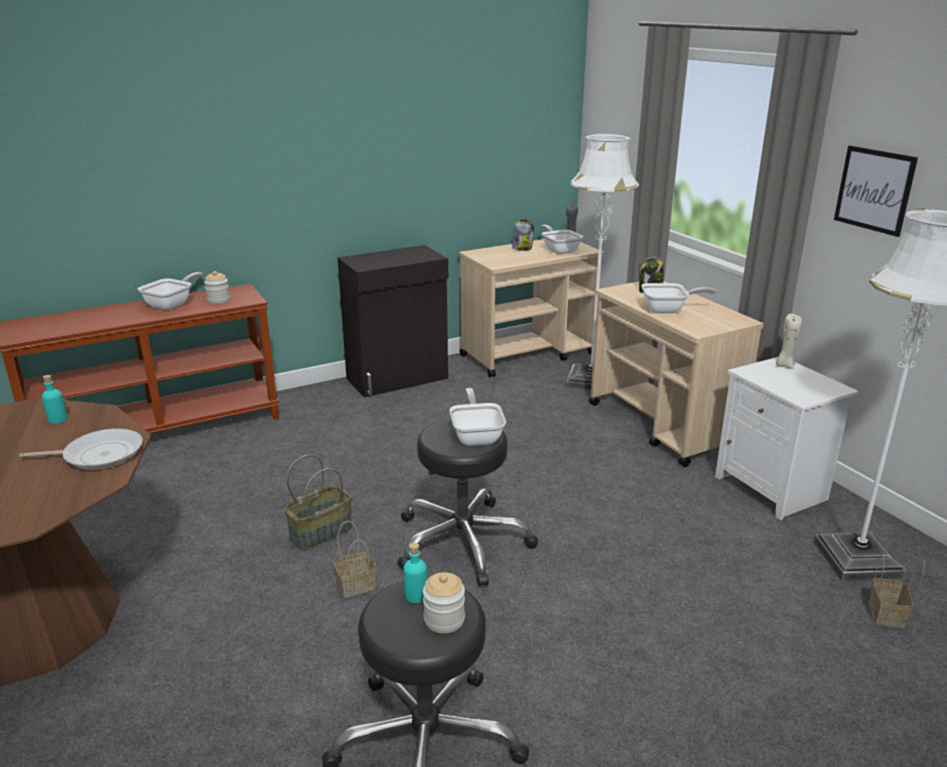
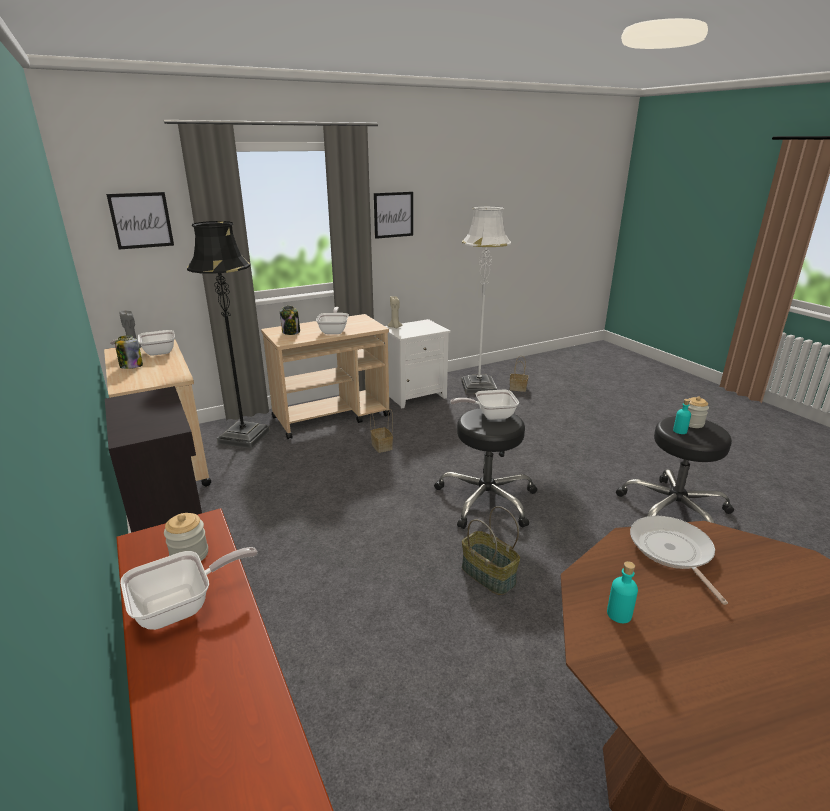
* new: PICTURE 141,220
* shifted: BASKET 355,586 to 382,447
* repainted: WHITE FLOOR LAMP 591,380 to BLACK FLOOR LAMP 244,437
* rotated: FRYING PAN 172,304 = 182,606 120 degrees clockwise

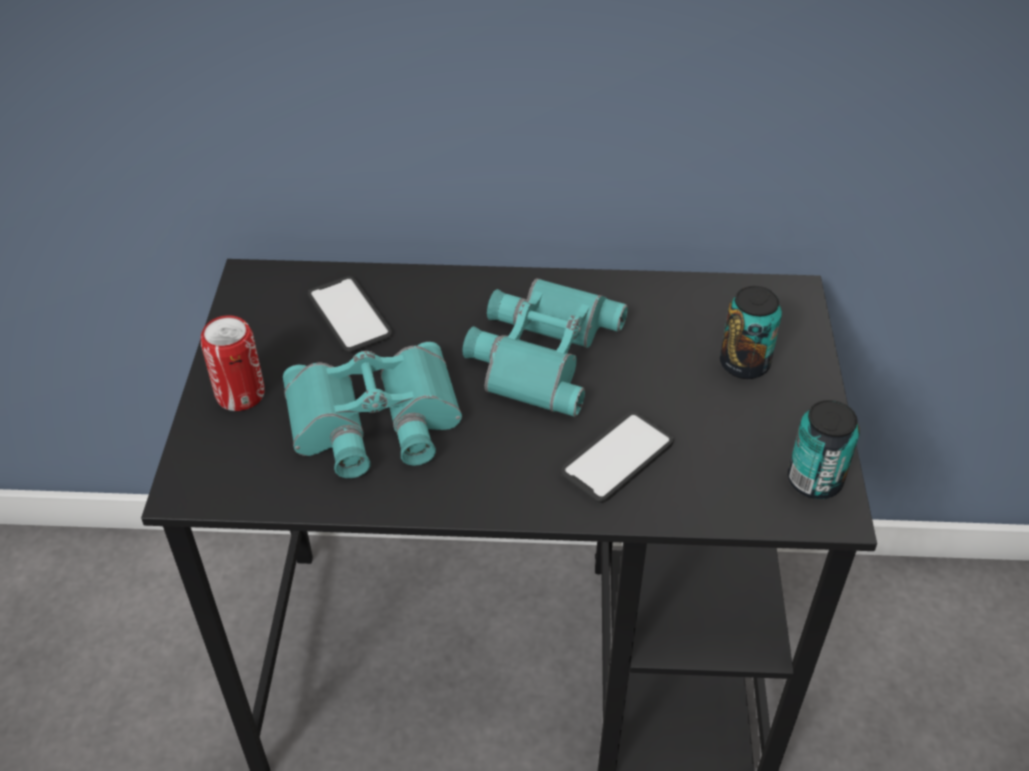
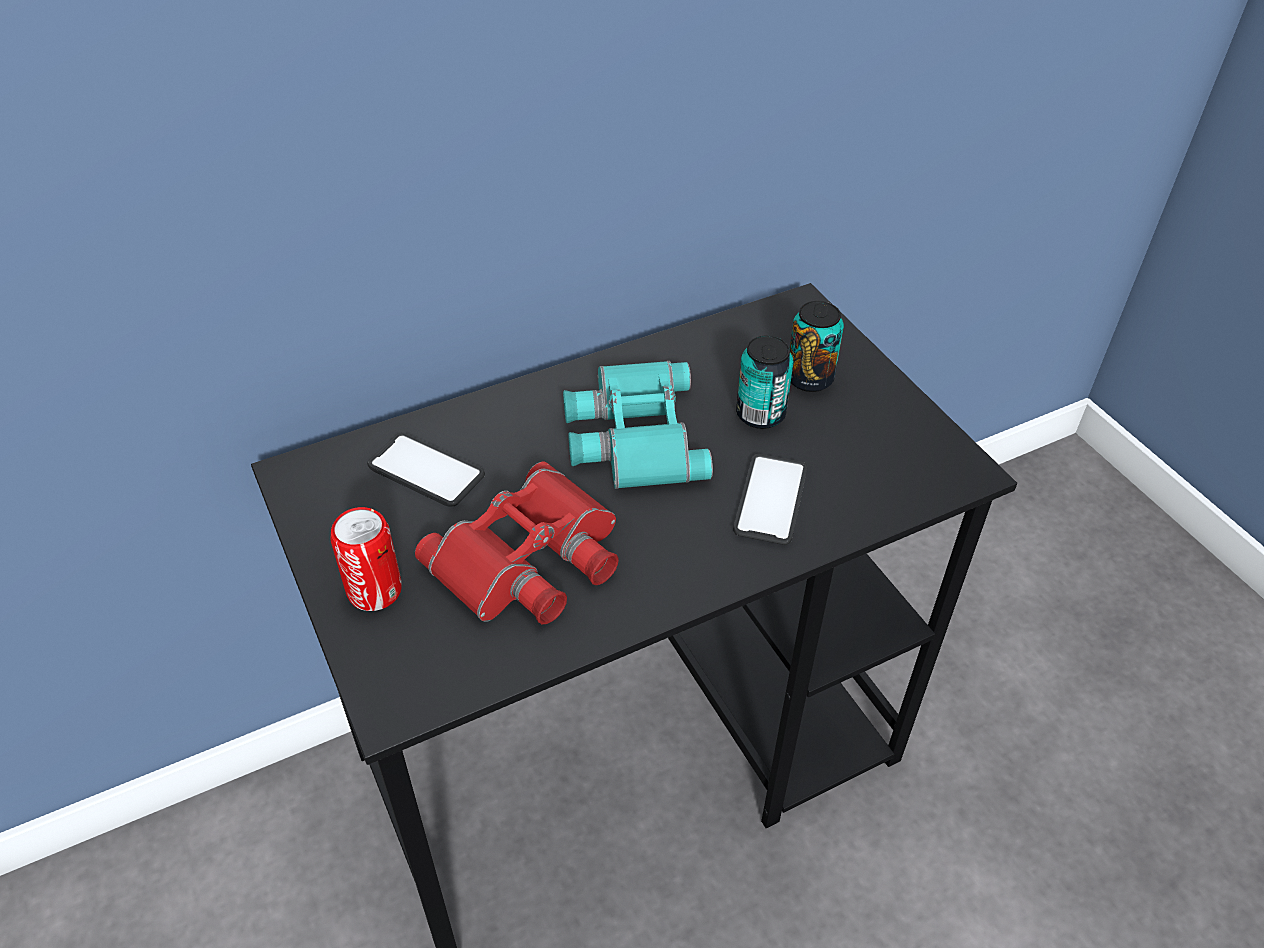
* shifted: CAN 814,480 to 760,414
* repainted: TURQUOISE BINOCULARS 374,422 to RED BINOCULARS 531,561

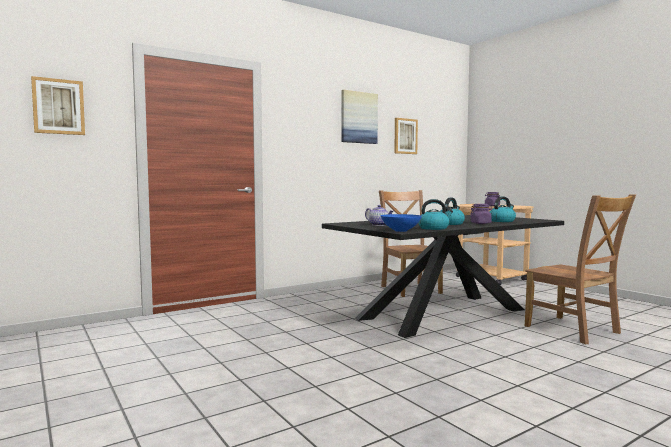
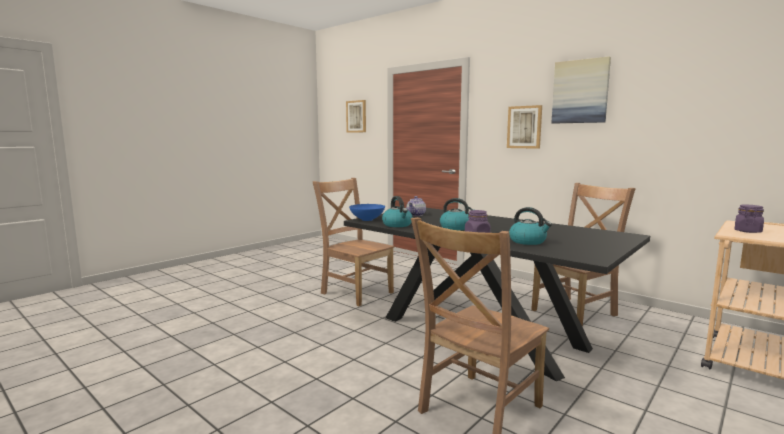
* new: BROWN CHAIR 355,292
* shifted: PICTURE 405,136 to 524,127

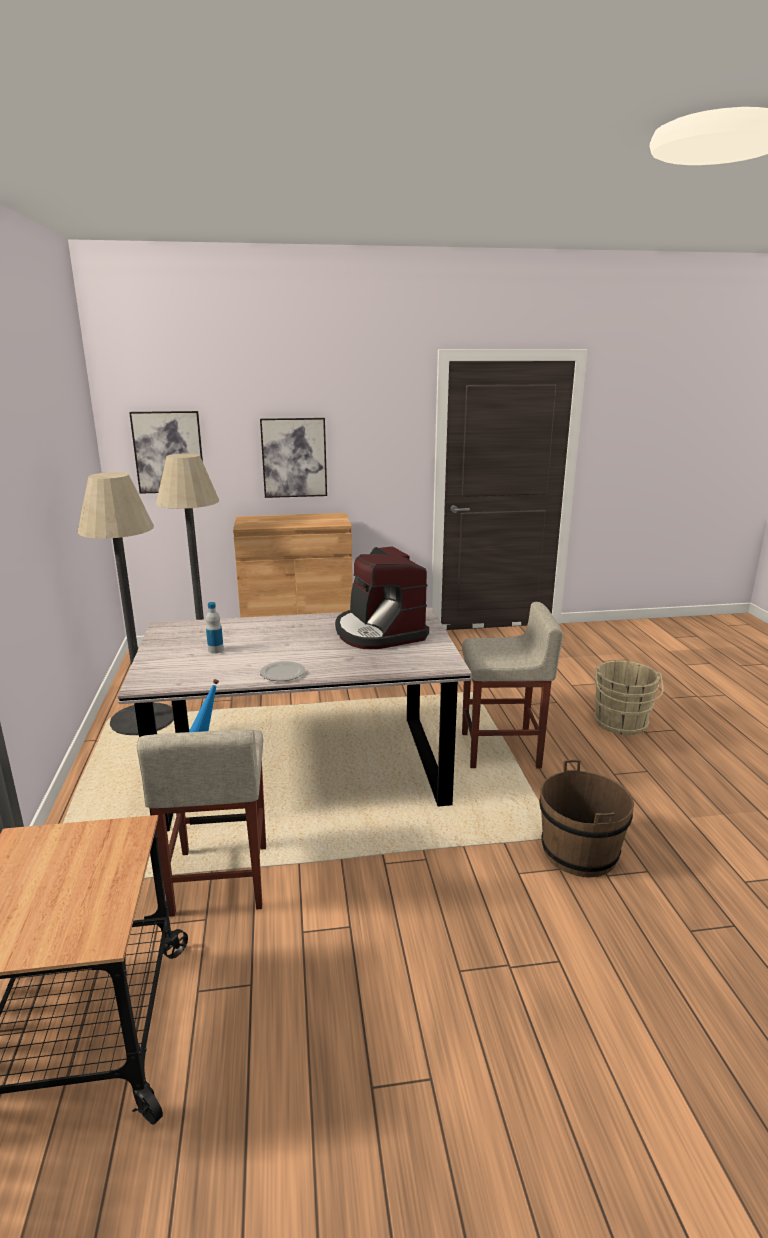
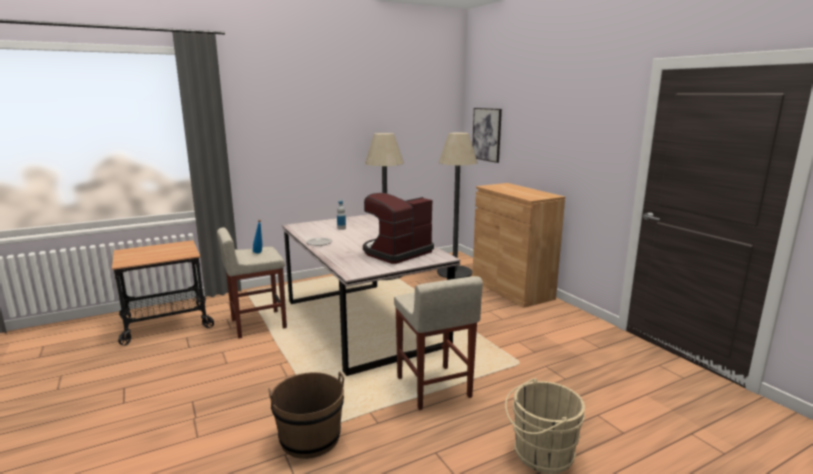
* gone: PICTURE 294,457

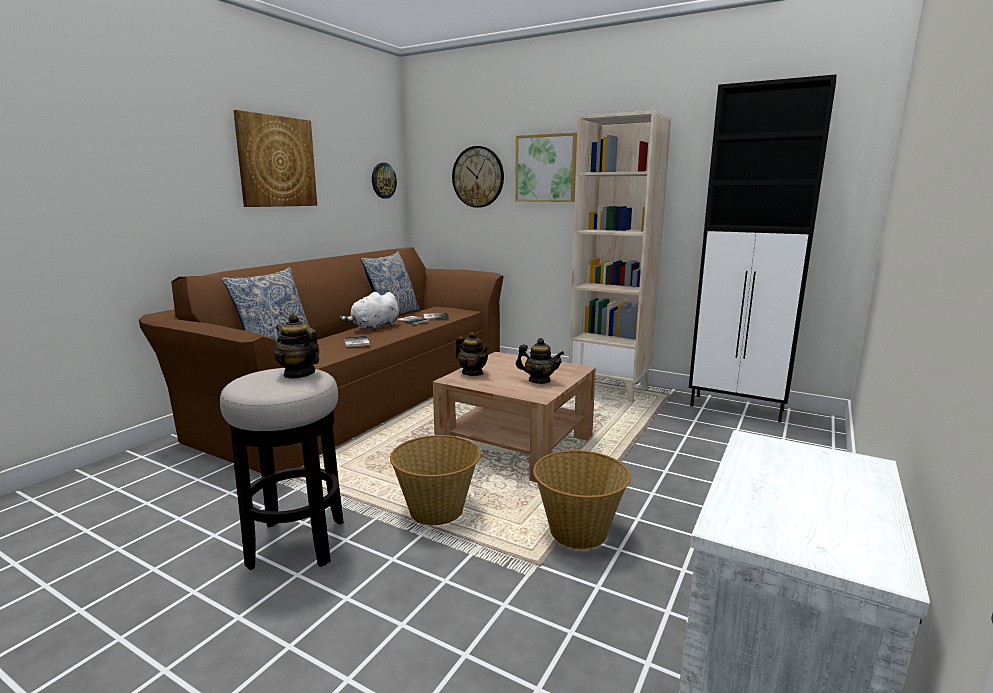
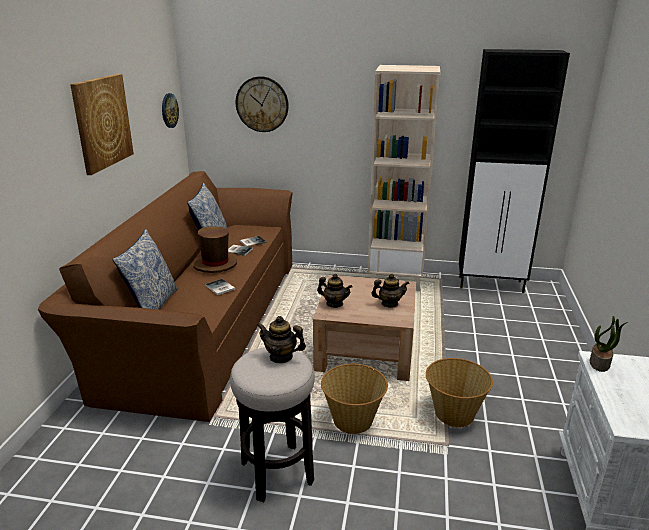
* gone: PICTURE 546,168
* new: POTTED PLANT 600,363
* swapped: WHITE PLUSH TOY 374,327 to BROWN HAT 215,265

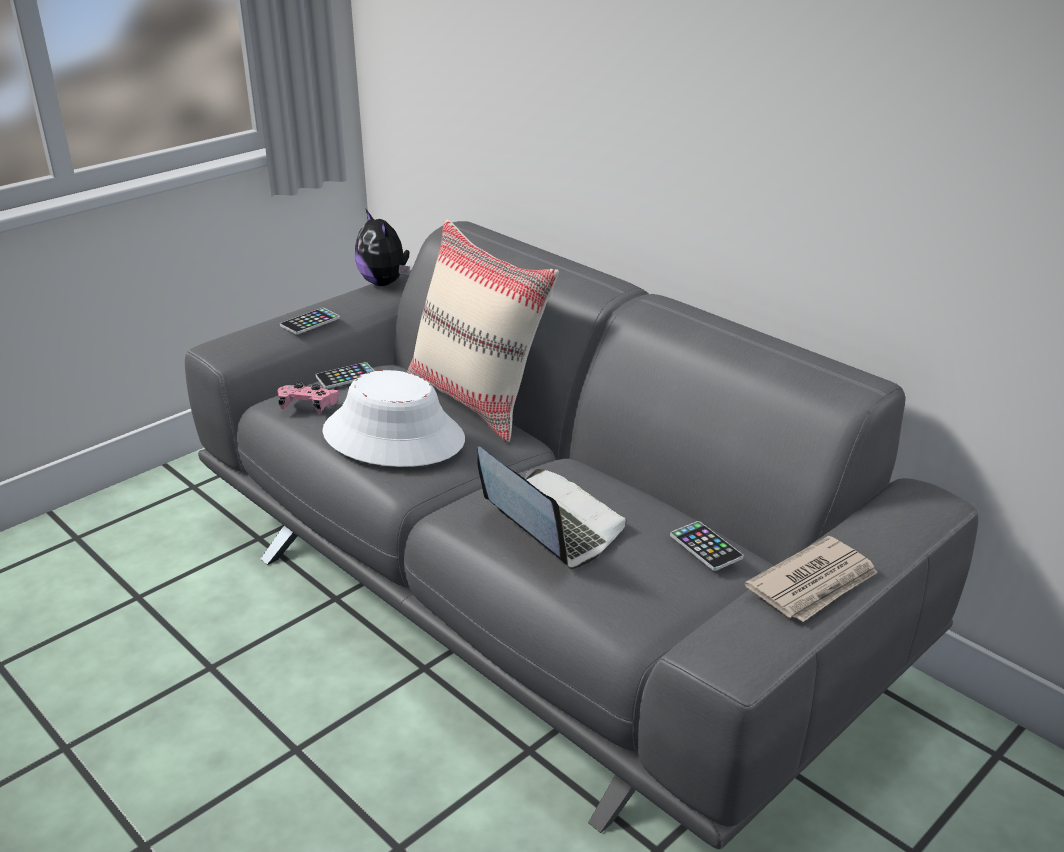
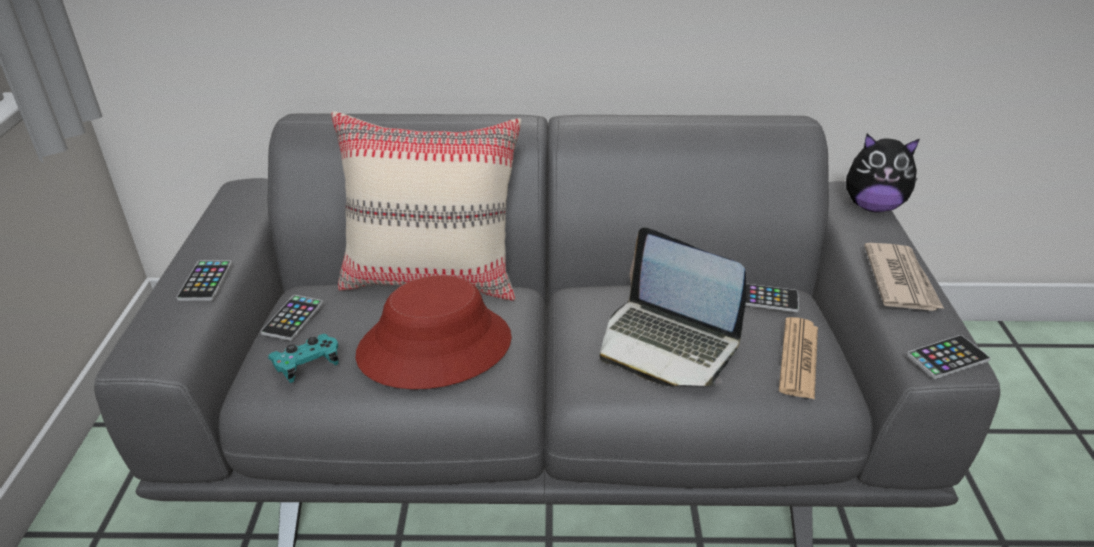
* new: NEWSPAPER 798,358
* new: PHONE 947,358
* shifted: PLUSH TOY 385,283 to 872,206
* repainted: PINK GAME CONTROLLER 308,406 to TURQUOISE GAME CONTROLLER 307,365
* repainted: WHITE HAT 394,436 to RED HAT 435,346
* rotated: LAPTOP 550,524 = 668,344 150 degrees counterclockwise

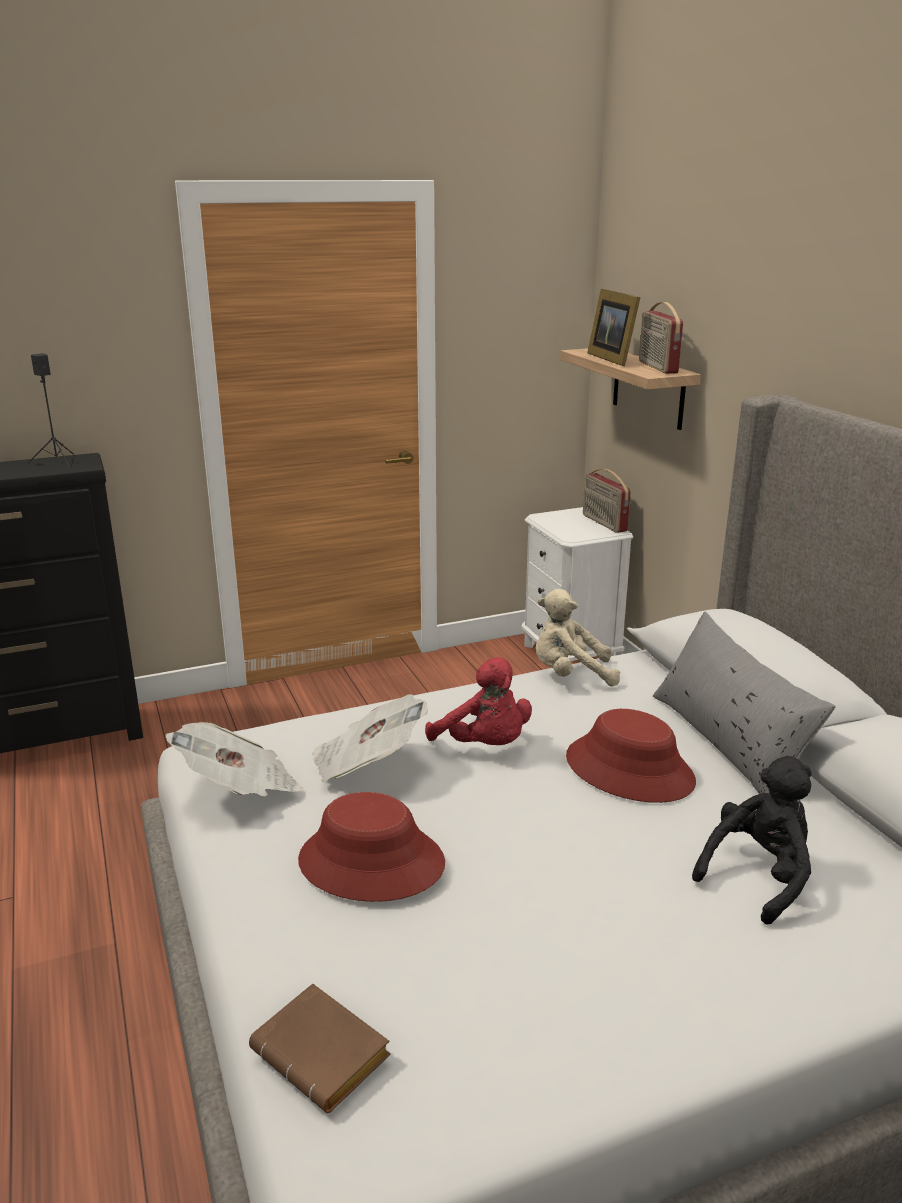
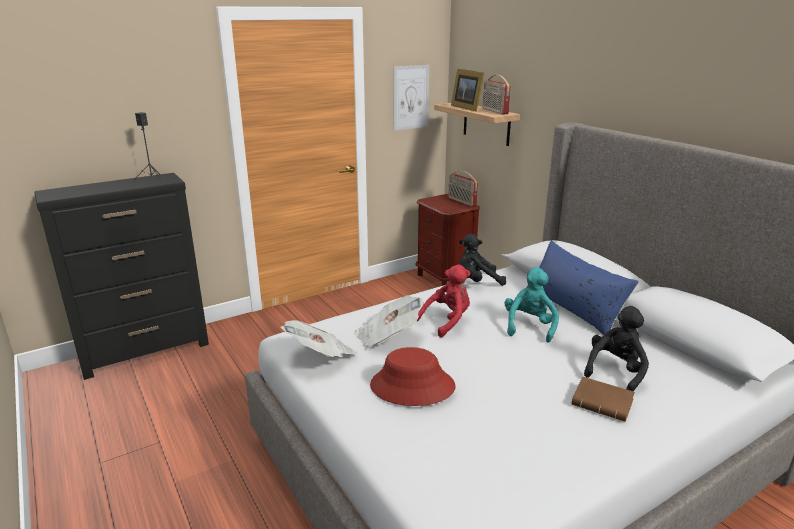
* new: PICTURE 410,97
* shifted: BROWN BOOK 325,1055 to 604,403
* swapped: RED HAT 629,769 to TURQUOISE PLUSH TOY 529,326
* repainted: WHITE NIGHTSTAND 569,656 to BROWN NIGHTSTAND 444,279
* repainted: BEIGE PLUSH TOY 570,675 to BLACK PLUSH TOY 477,281
* repainted: GREY PILLOW 728,741 to BLUE PILLOW 573,308
* rotated: RED PLUSH TOY 484,746 = 447,321 75 degrees counterclockwise

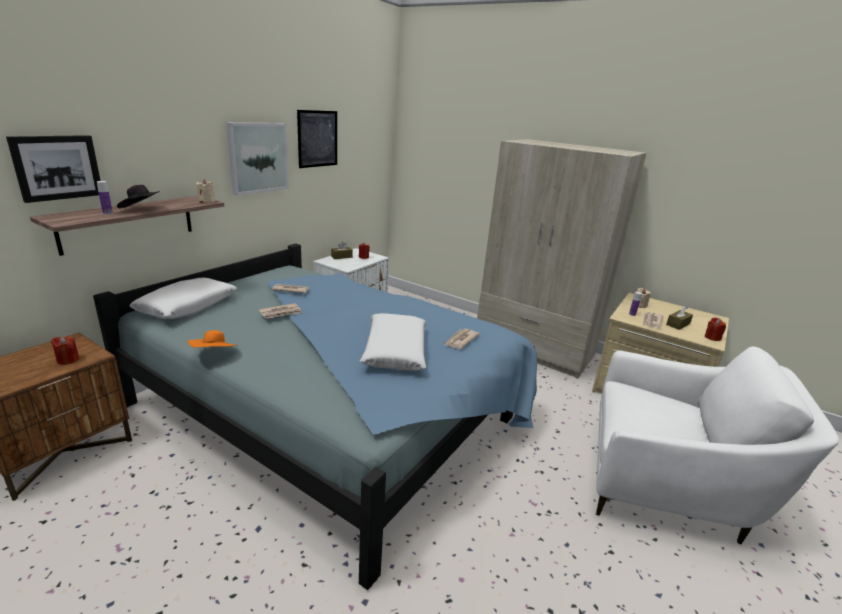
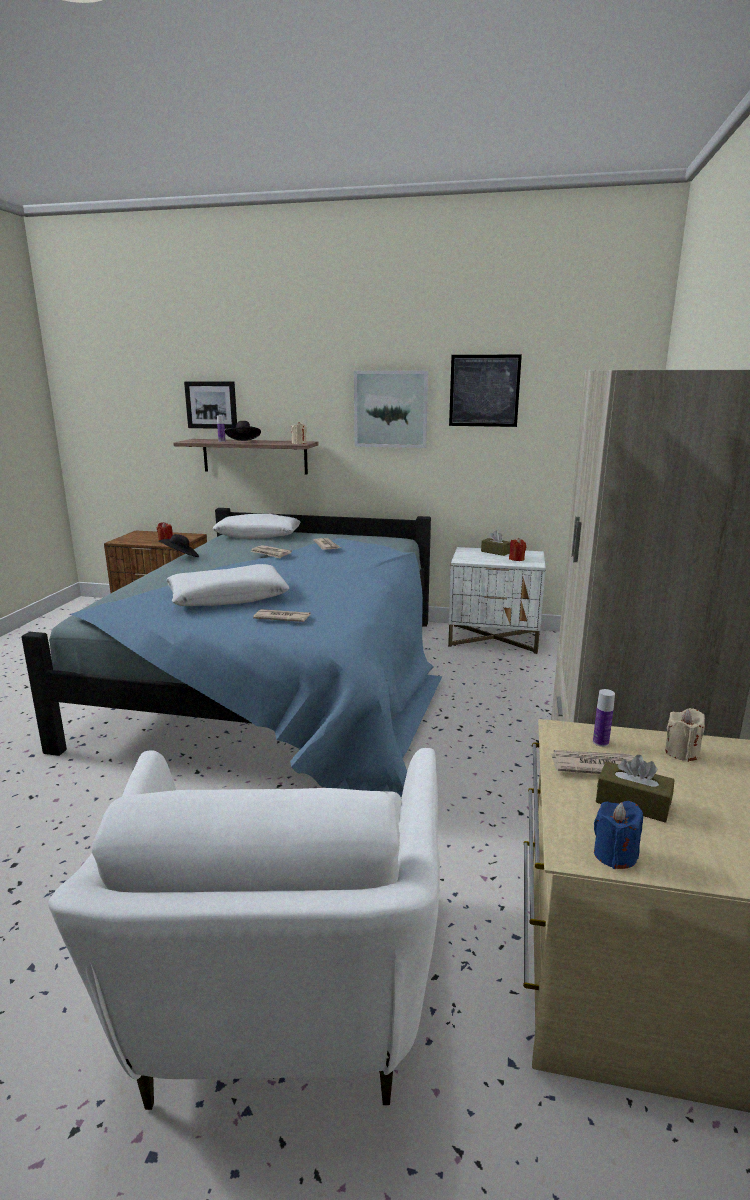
* repainted: ORANGE HAT 215,354 to BLACK HAT 180,557
* repainted: RED CANDLE 712,337 to BLUE CANDLE 615,855

